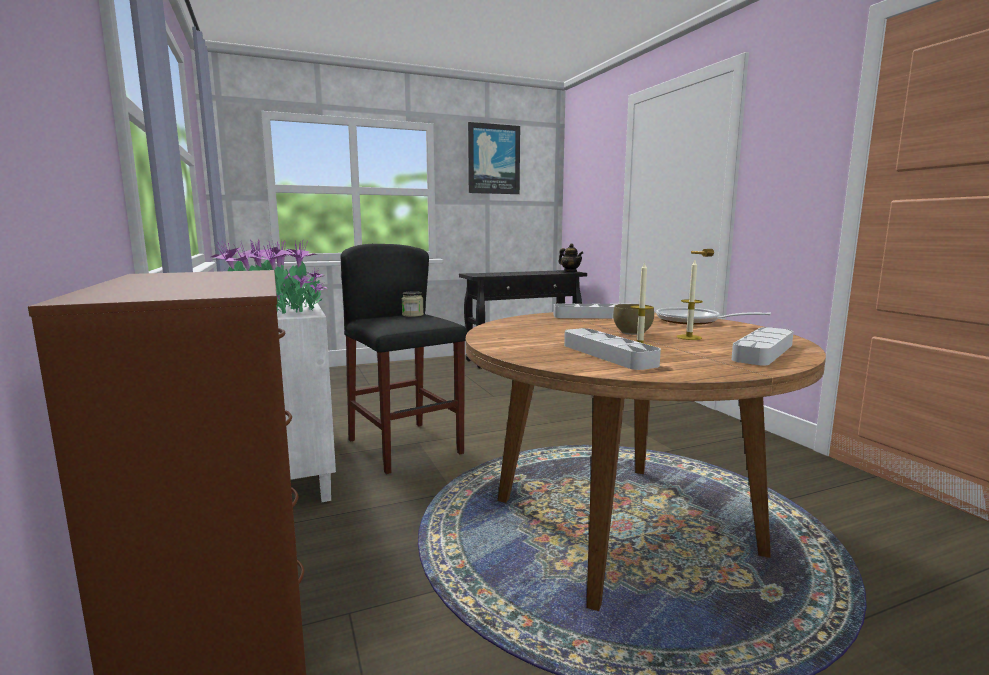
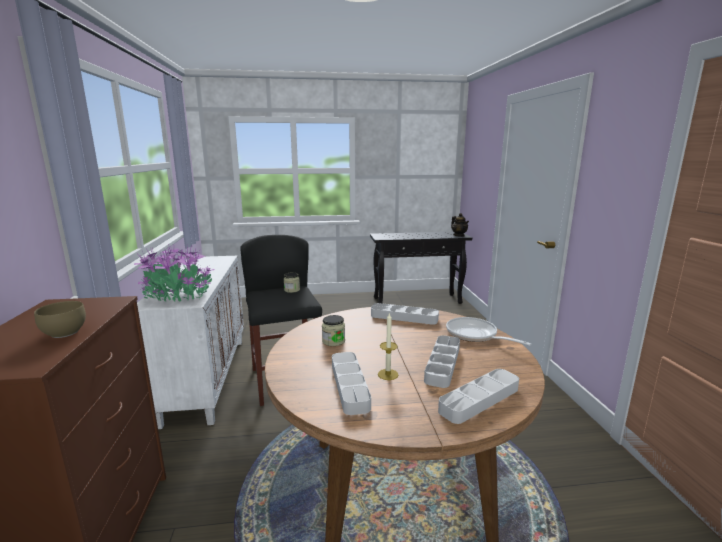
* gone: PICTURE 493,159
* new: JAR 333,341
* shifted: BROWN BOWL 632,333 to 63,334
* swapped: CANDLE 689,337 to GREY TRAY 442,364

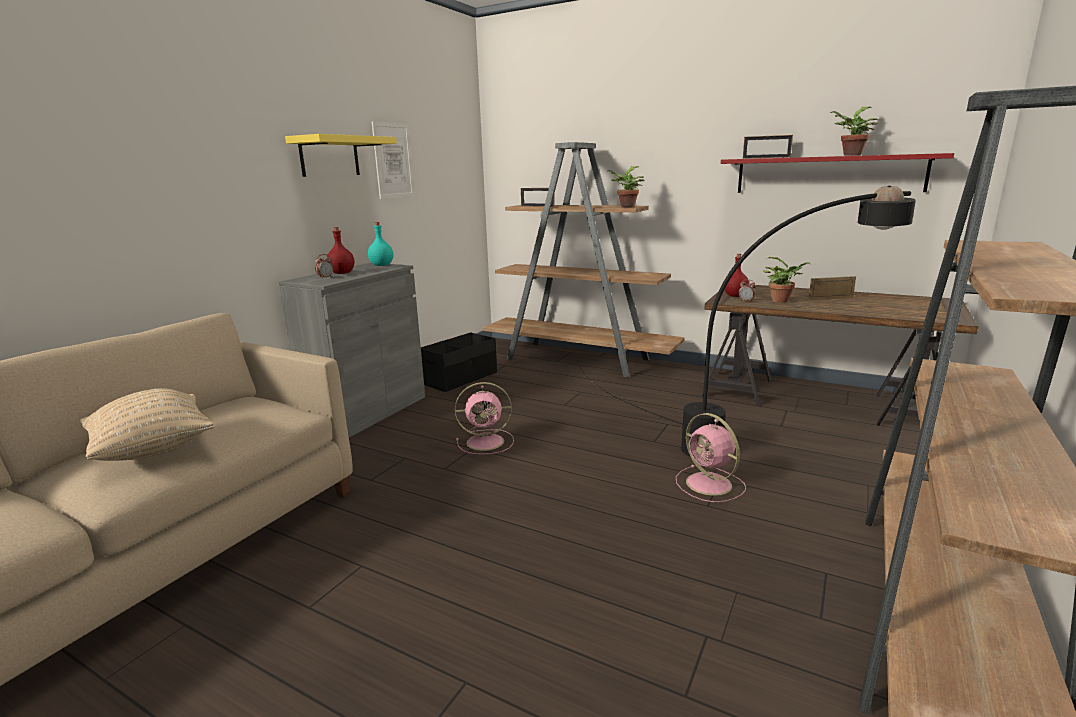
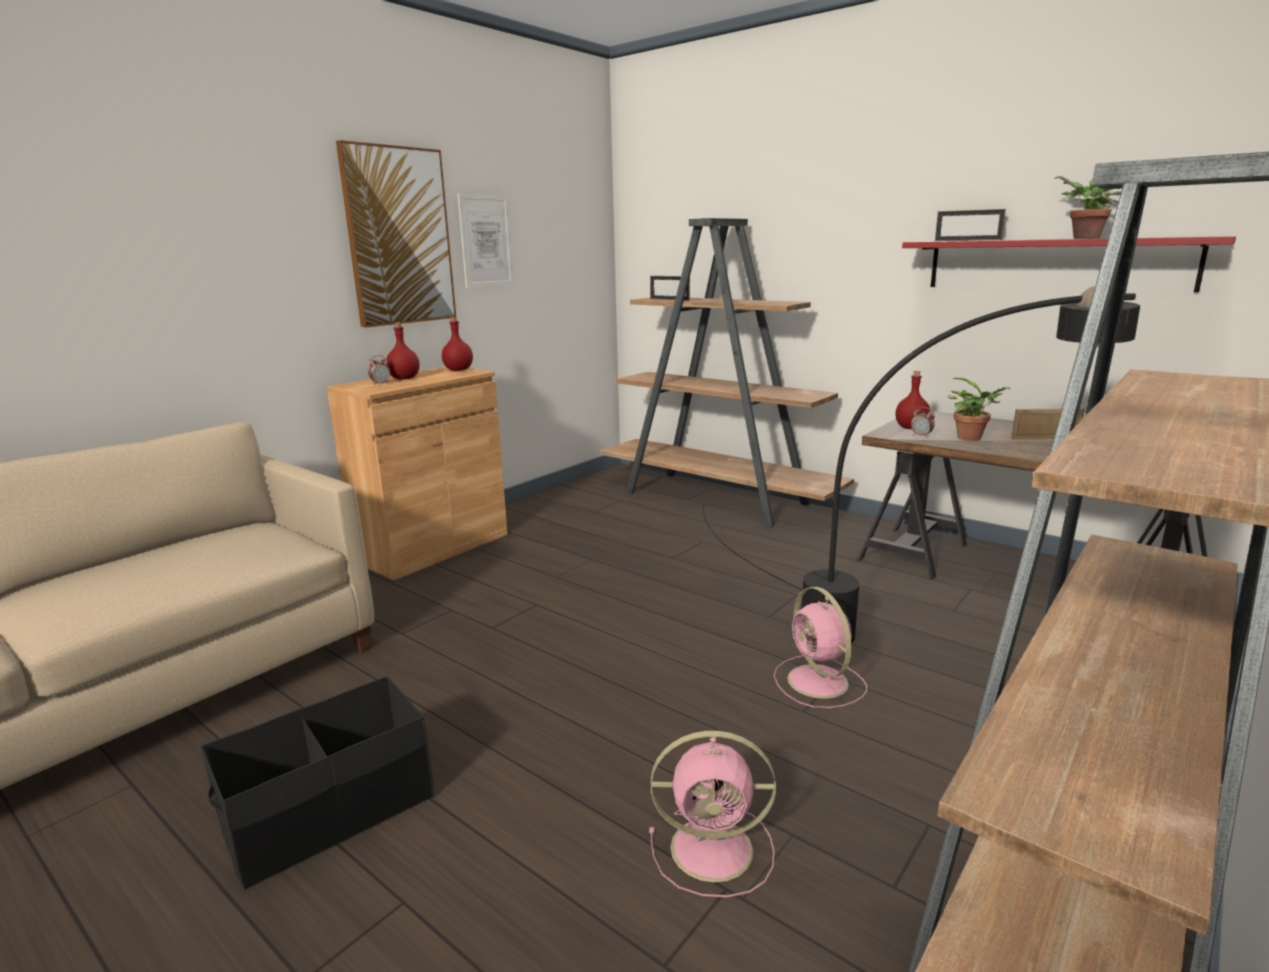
* gone: BEIGE PILLOW 153,450
* gone: POTTED PLANT 626,206
* shifted: BLACK STORAGE BOX 460,378 to 330,813
* shifted: PINK FAN 487,442 to 715,849
* swapped: YELLOW SHELF 329,156 to PICTURE 399,237
* repainted: GREY CABINET 367,411 to BROWN CABINET 433,547
* repainted: TURQUOISE BOTTLE 381,265 to RED BOTTLE 458,370

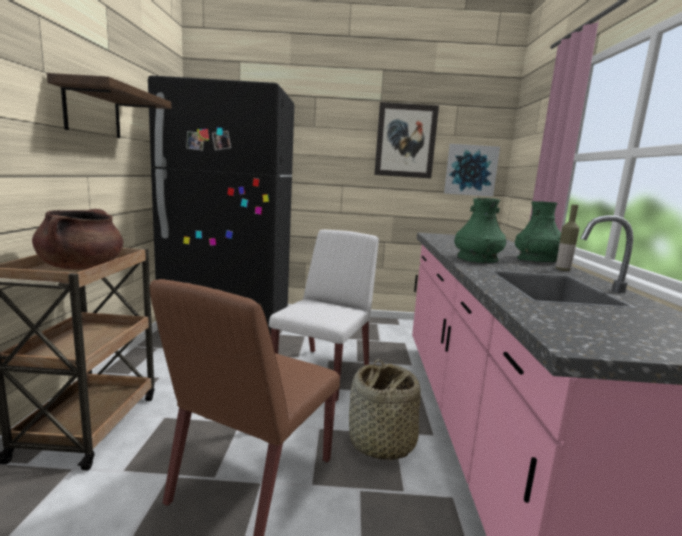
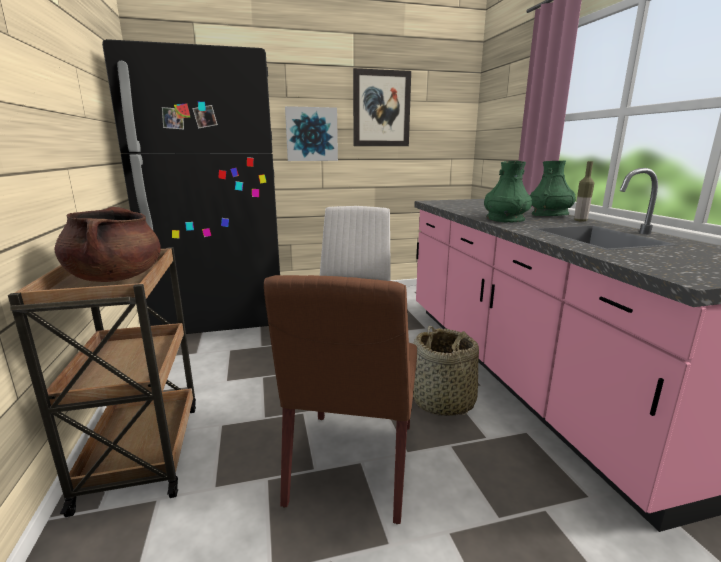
* gone: SHELF 92,111
* shifted: PICTURE 470,170 to 311,134

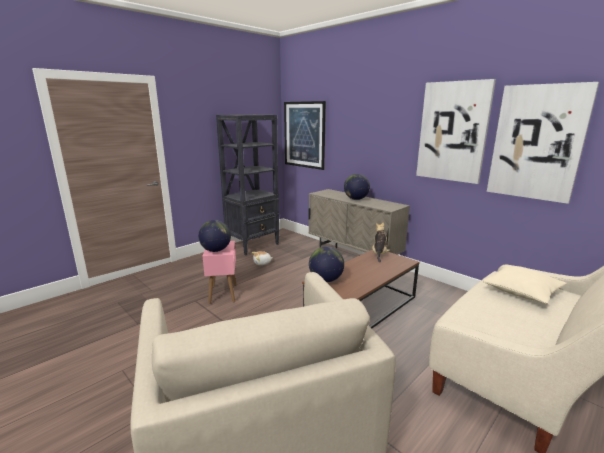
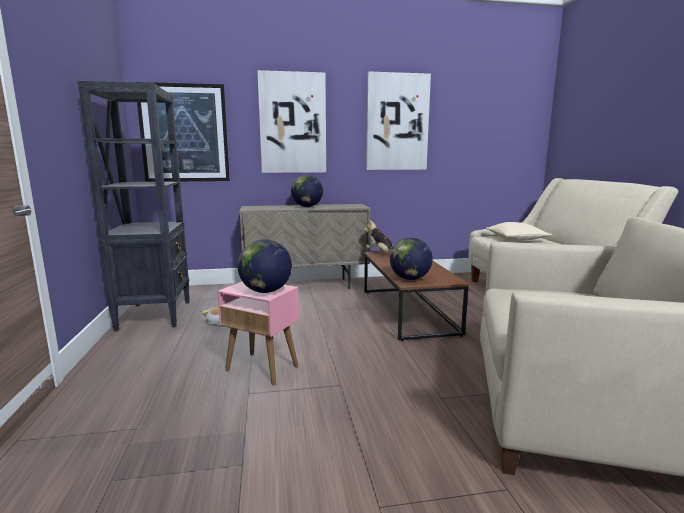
* shifted: PICTURE 537,143 to 292,123

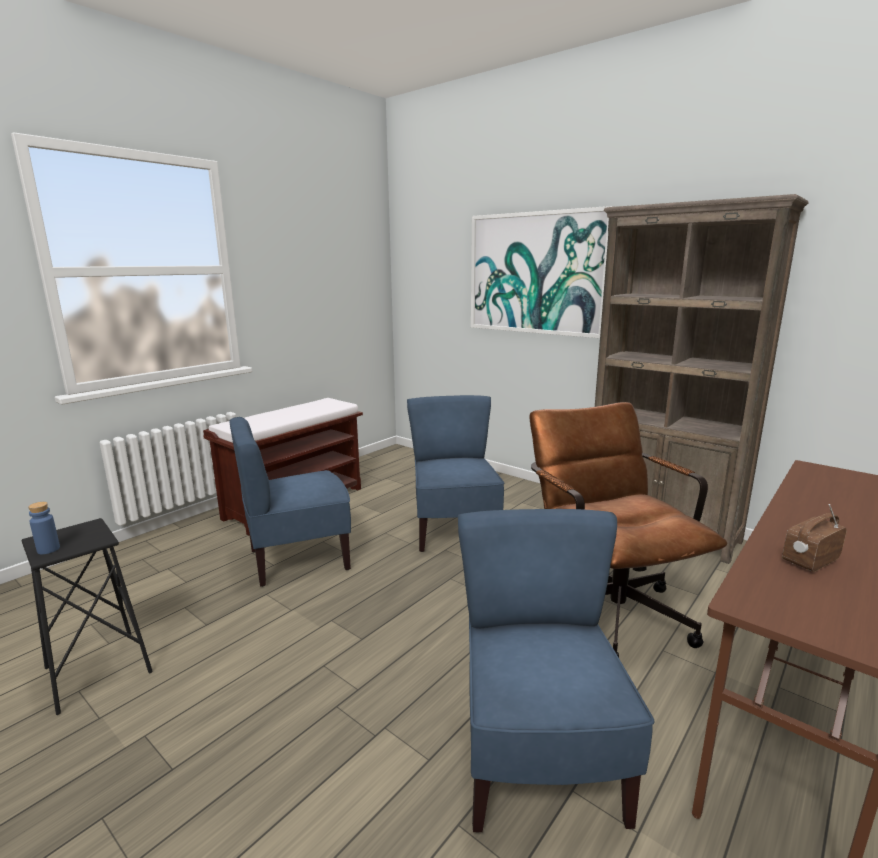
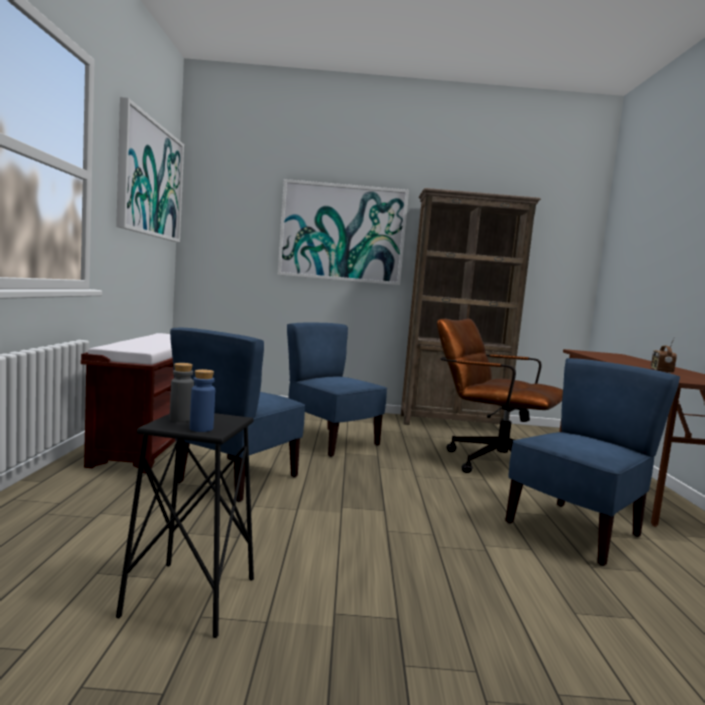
* new: PICTURE 150,180
* new: GREY BOTTLE 181,419
* rotated: BLUE CHAIR 538,762 = 575,530 90 degrees clockwise

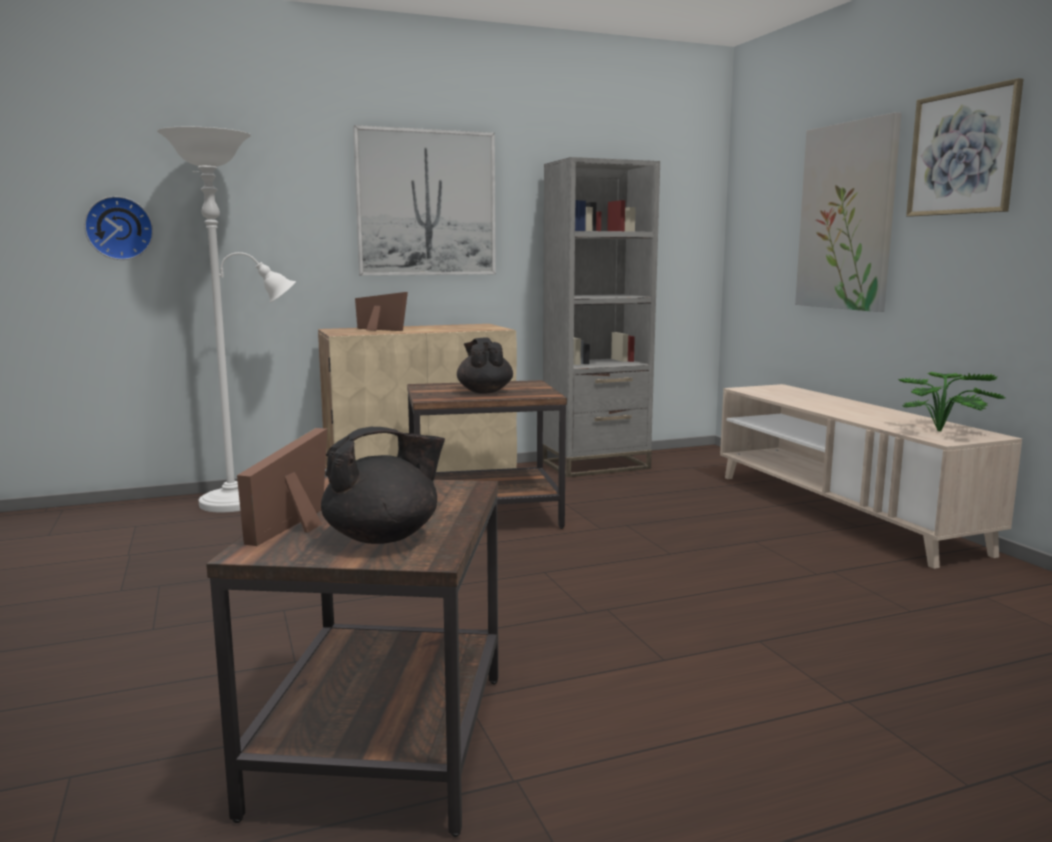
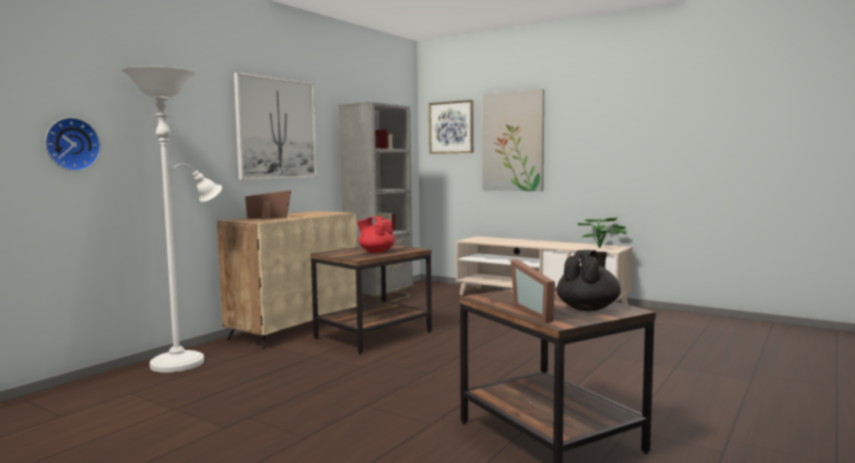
* shifted: PICTURE 962,153 to 451,127
* repainted: BLACK TEAPOT 484,391 to RED TEAPOT 376,252

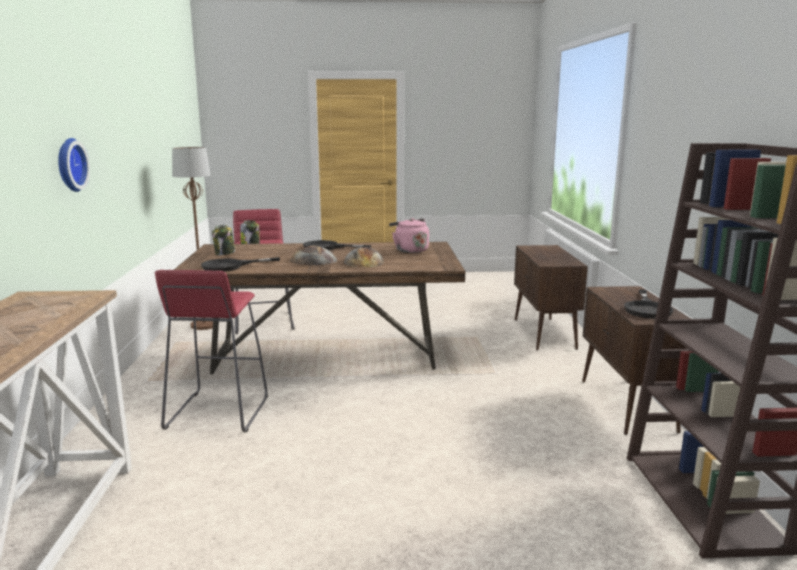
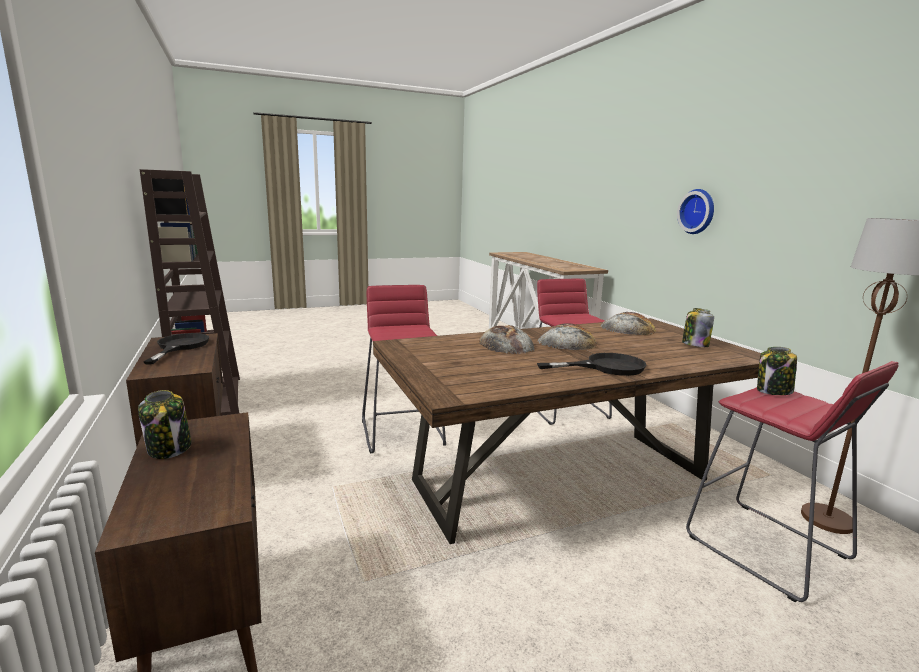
* gone: PINK KETTLE 409,250
* new: JAR 169,449
* new: RED STOOL 403,432
* swapped: BLACK FRYING PAN 230,266 to BREAD 628,328

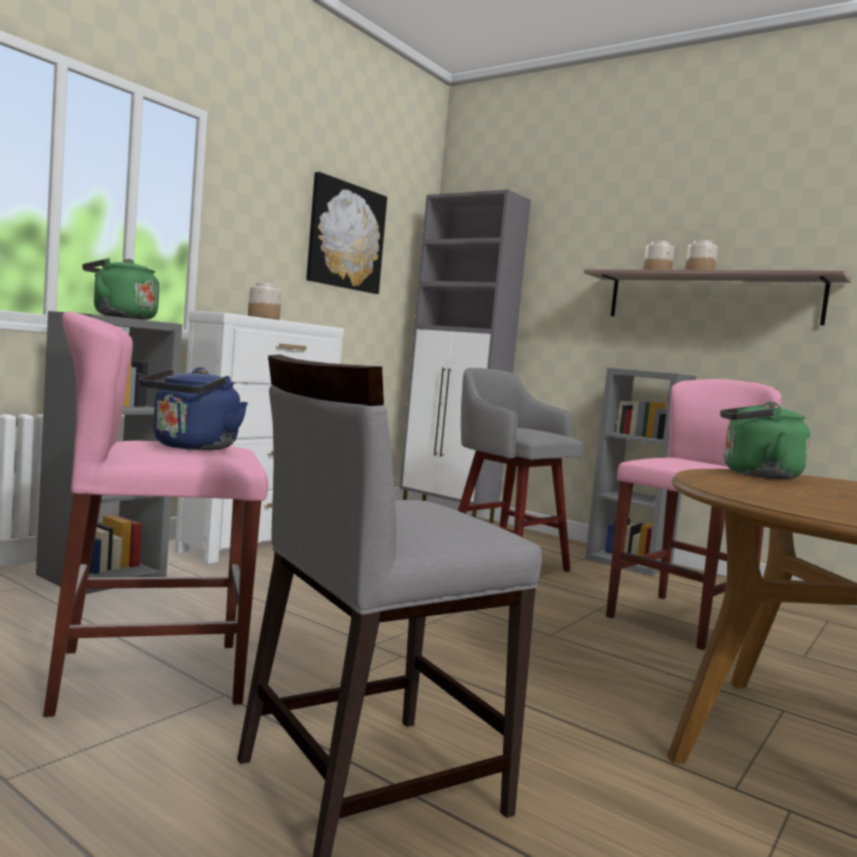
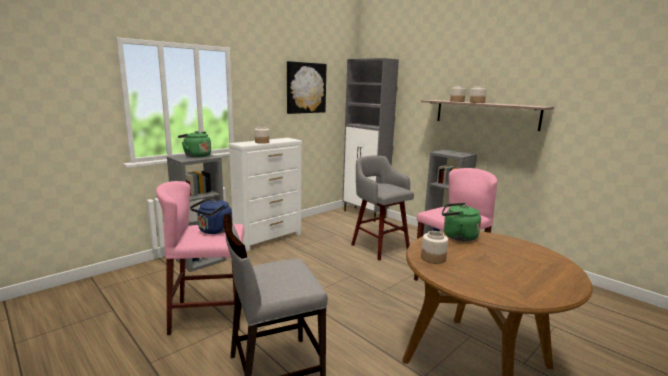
* new: JAR 433,258

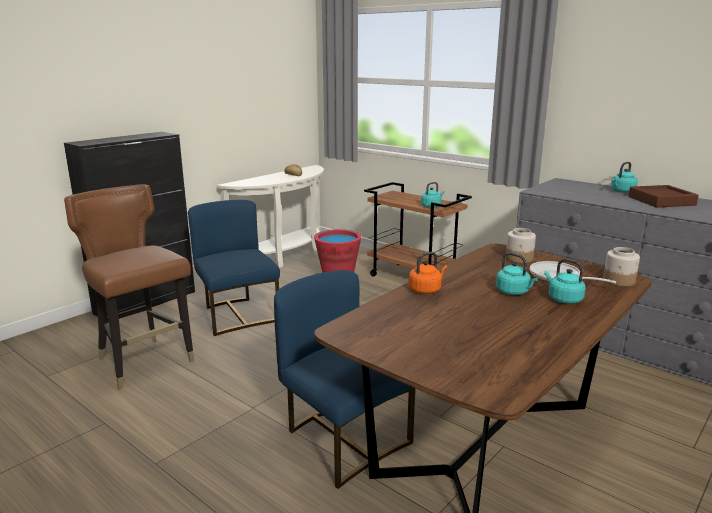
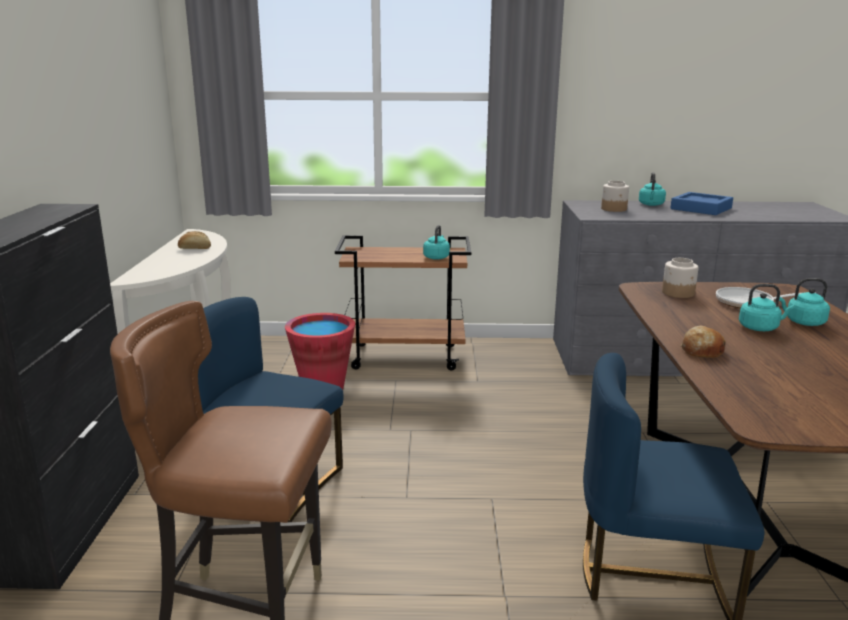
* shifted: JAR 619,281 to 614,209
* swapped: ORANGE KETTLE 426,290 to BREAD 701,350
* repainted: BROWN TRAY 661,201 to BLUE TRAY 701,208

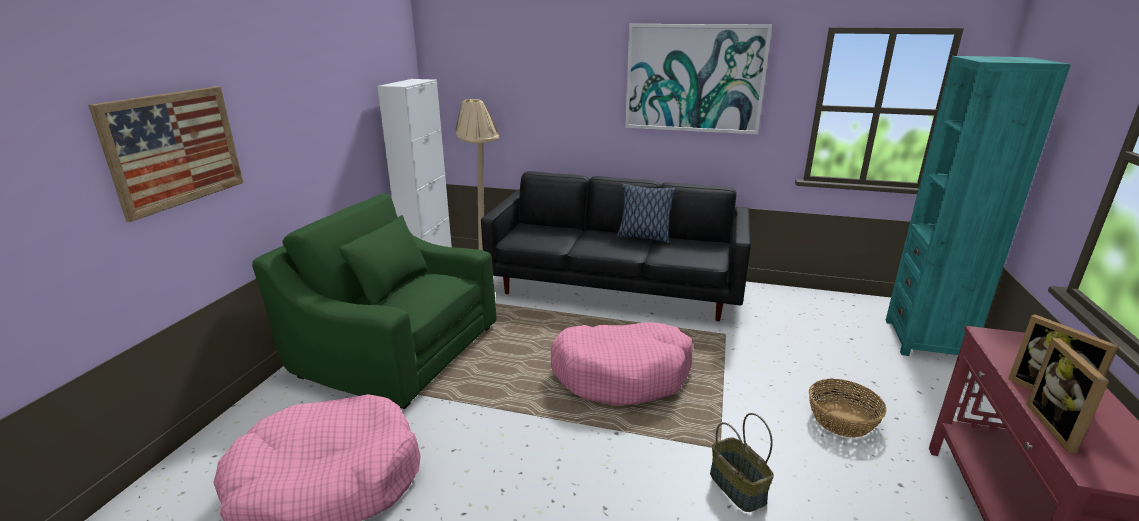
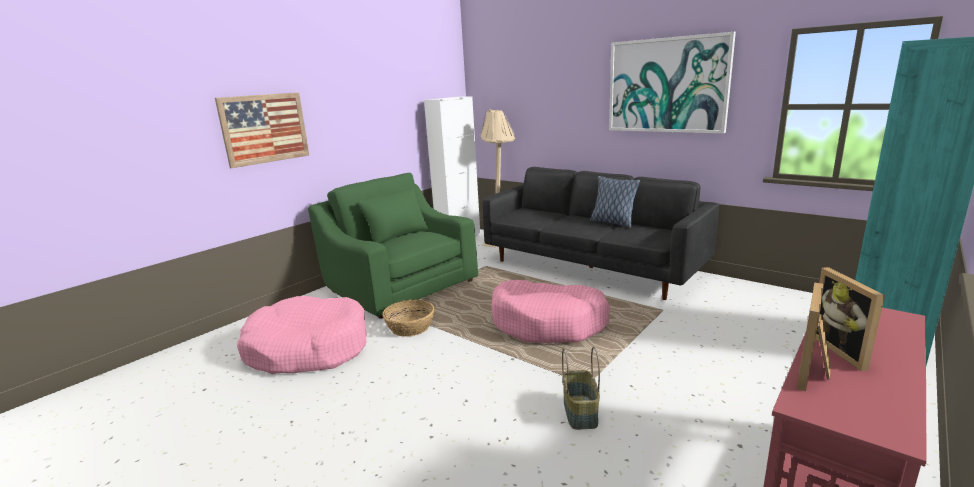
* shifted: BASKET 842,420 to 410,327

